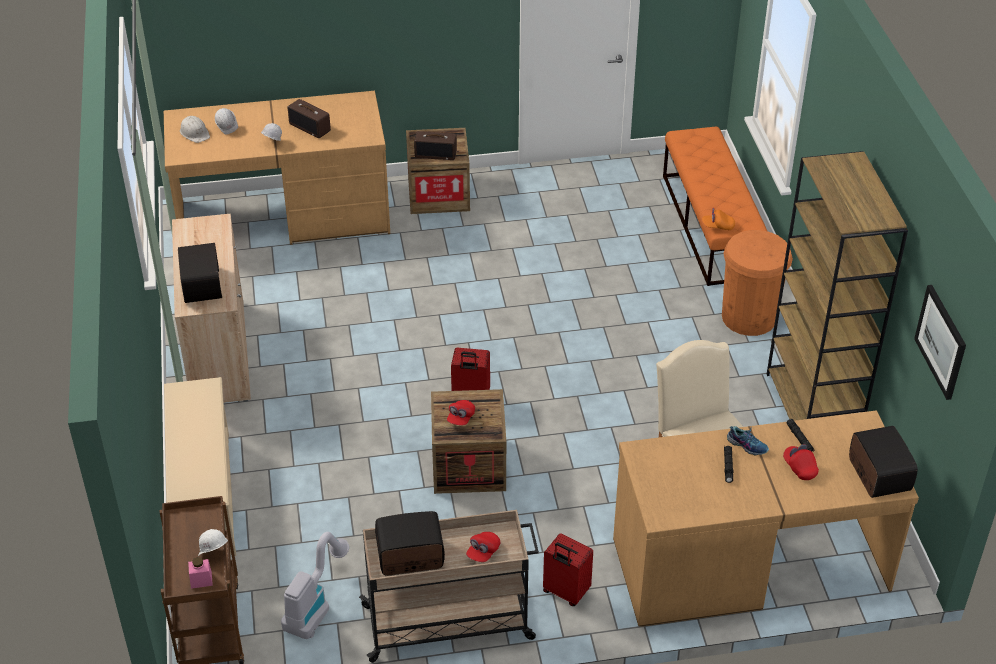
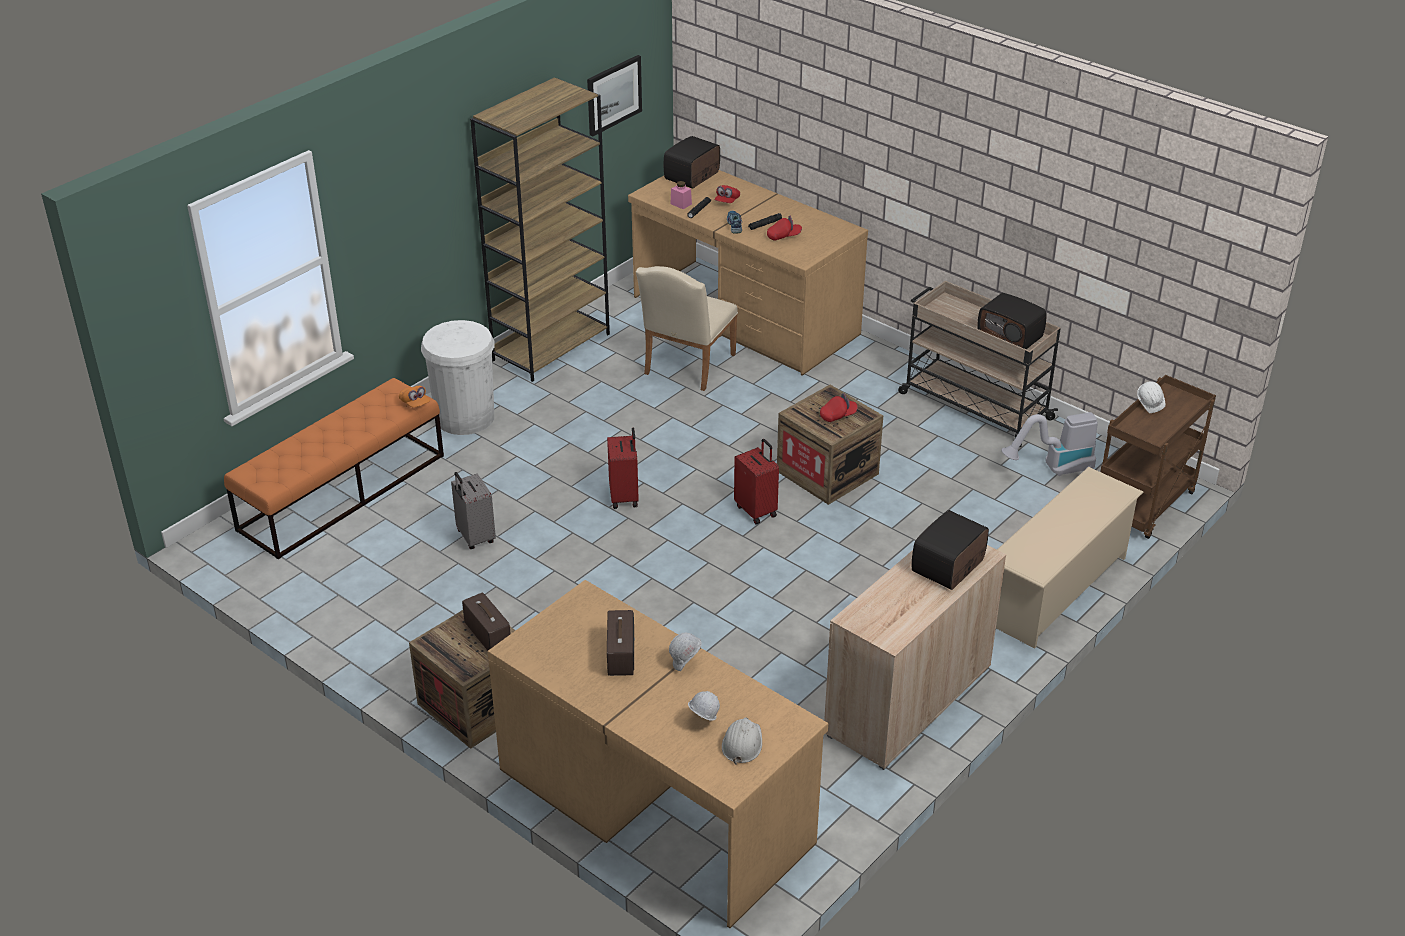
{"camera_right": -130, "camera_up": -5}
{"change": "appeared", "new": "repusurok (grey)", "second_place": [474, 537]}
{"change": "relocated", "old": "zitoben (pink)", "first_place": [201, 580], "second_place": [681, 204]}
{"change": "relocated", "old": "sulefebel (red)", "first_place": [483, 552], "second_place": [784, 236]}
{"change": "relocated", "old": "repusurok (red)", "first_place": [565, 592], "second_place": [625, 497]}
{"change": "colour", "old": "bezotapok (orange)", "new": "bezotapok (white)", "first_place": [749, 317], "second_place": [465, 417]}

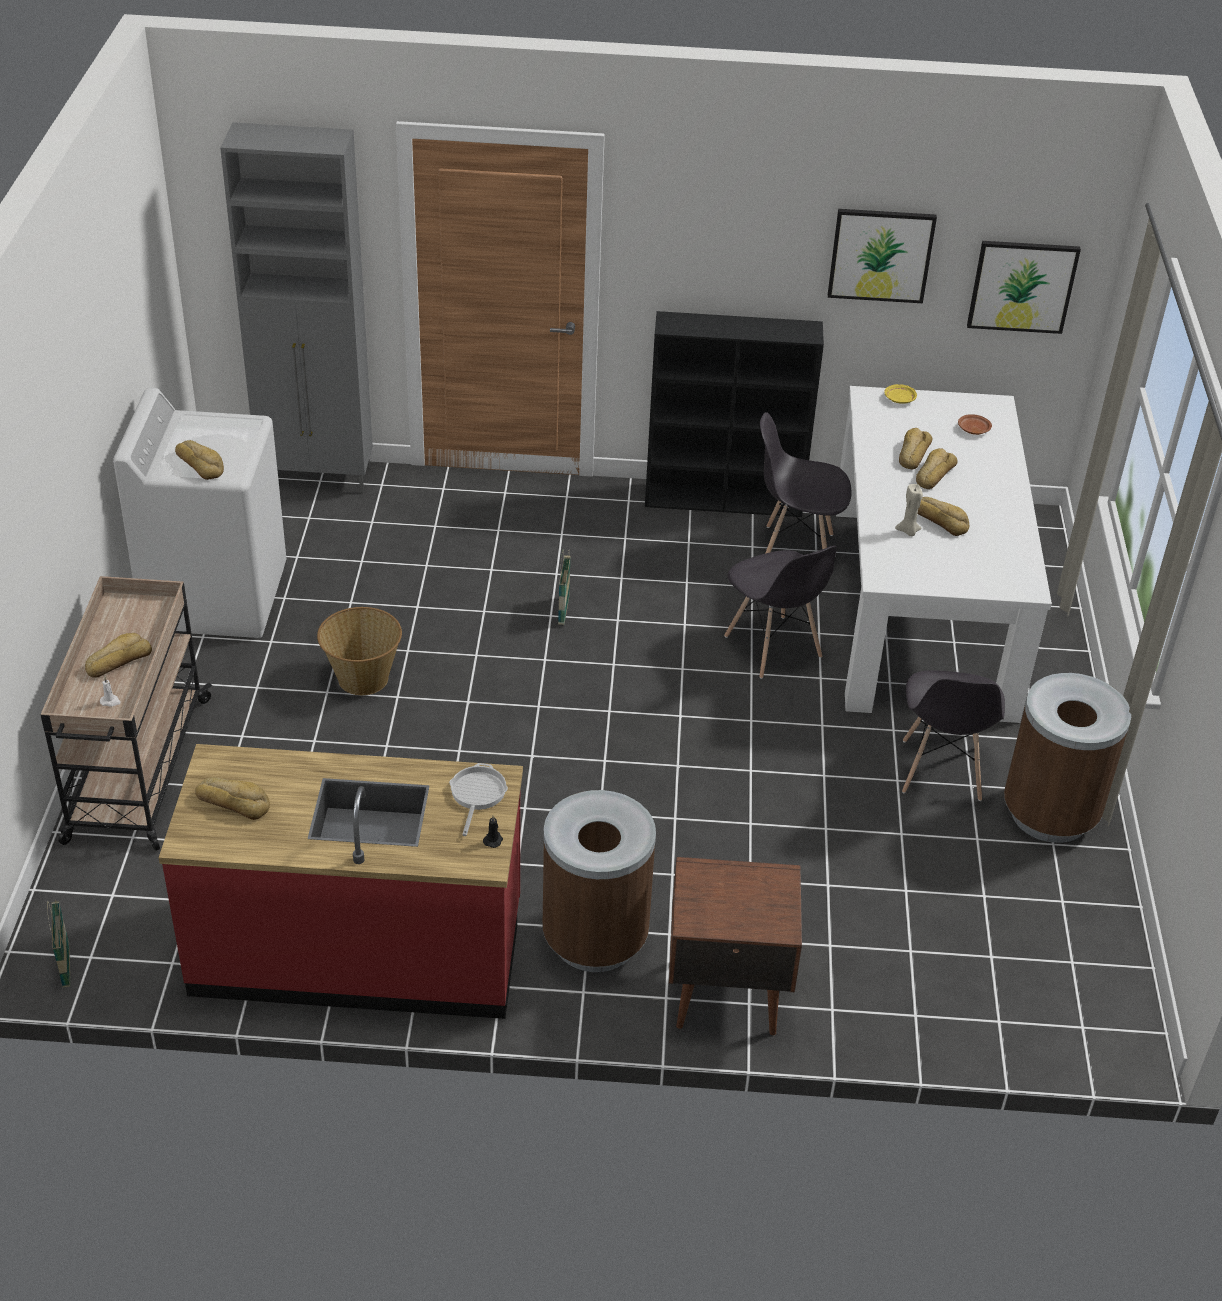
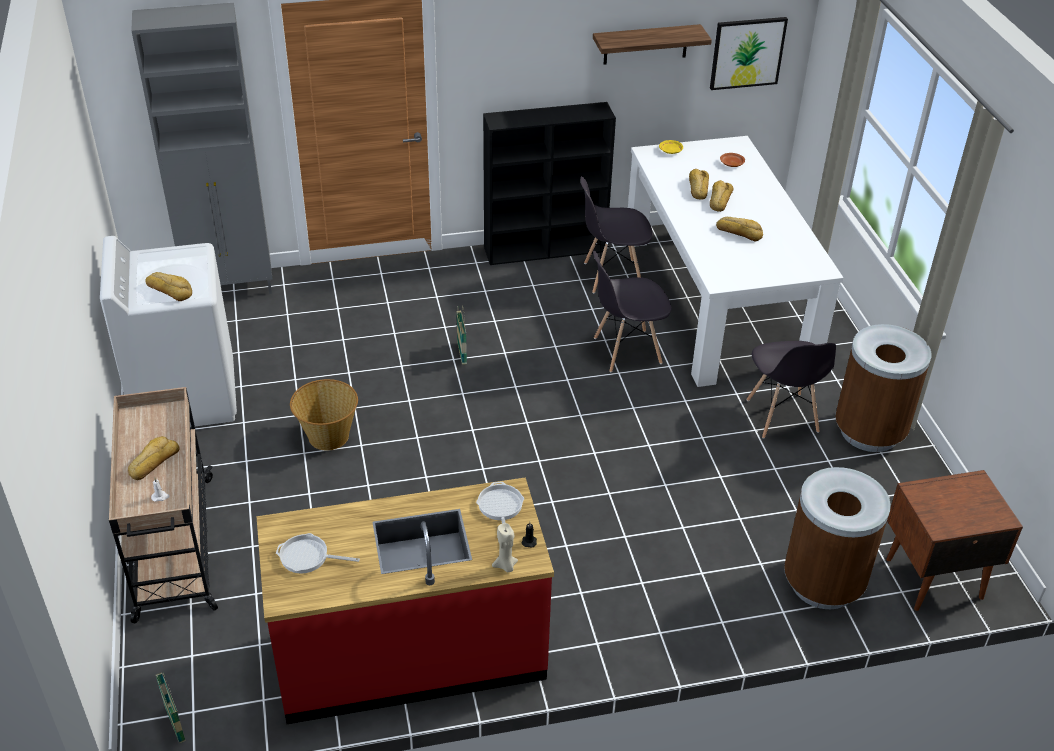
{"camera_right": -15, "camera_up": 0}
{"change": "relocated", "old": "bezotapok (brown)", "first_place": [595, 939], "second_place": [823, 583]}
{"change": "relocated", "old": "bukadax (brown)", "first_place": [724, 993], "second_place": [932, 577]}
{"change": "relocated", "old": "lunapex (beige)", "first_place": [908, 531], "second_place": [505, 566]}
{"change": "exchanged", "old": "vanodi", "new": "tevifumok", "first_place": [234, 802], "second_place": [308, 557]}
{"change": "exchanged", "old": "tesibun", "new": "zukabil", "first_place": [881, 255], "second_place": [645, 44]}
{"change": "spun", "old": "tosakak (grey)", "first_place": [773, 648], "second_place": [626, 351], "degrees": 120}

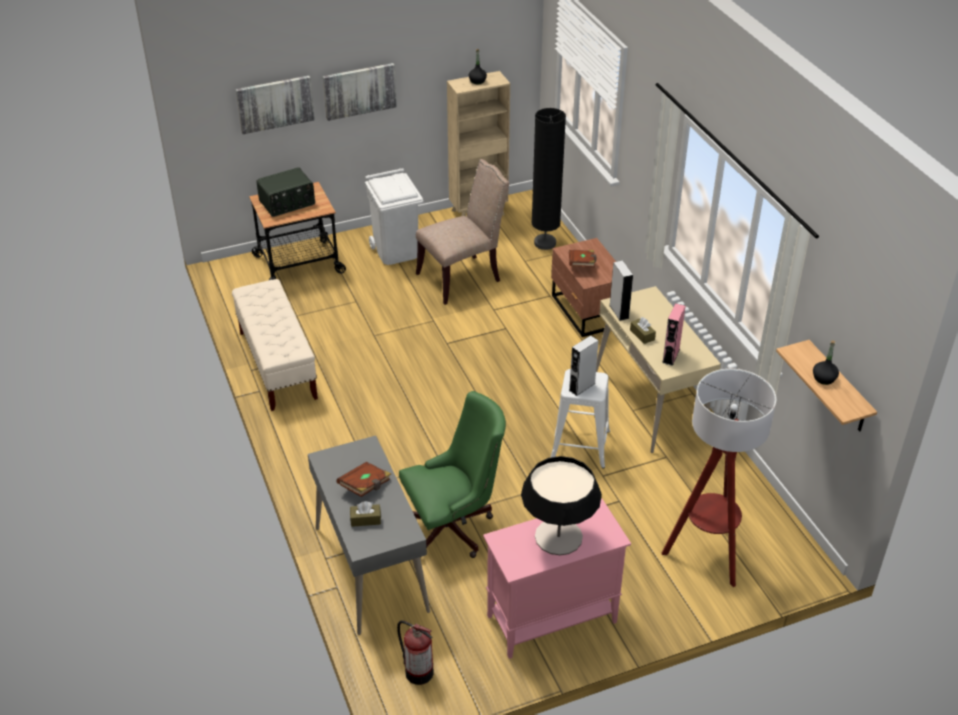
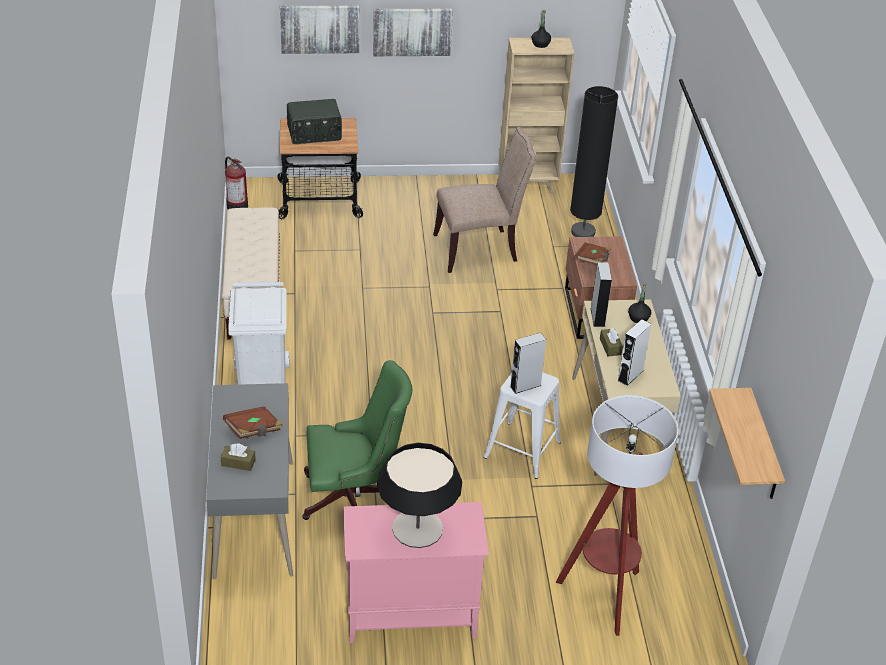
{"camera_right": 15, "camera_up": 0}
{"change": "relocated", "old": "bezotapok (white)", "first_place": [396, 251], "second_place": [262, 378]}
{"change": "relocated", "old": "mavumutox", "first_place": [417, 671], "second_place": [236, 206]}
{"change": "relocated", "old": "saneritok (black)", "first_place": [824, 378], "second_place": [638, 318]}
{"change": "colour", "old": "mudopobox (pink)", "new": "mudopobox (white)", "first_place": [671, 356], "second_place": [630, 375]}

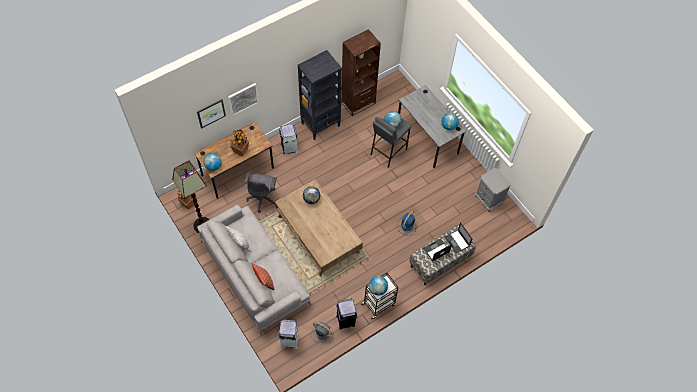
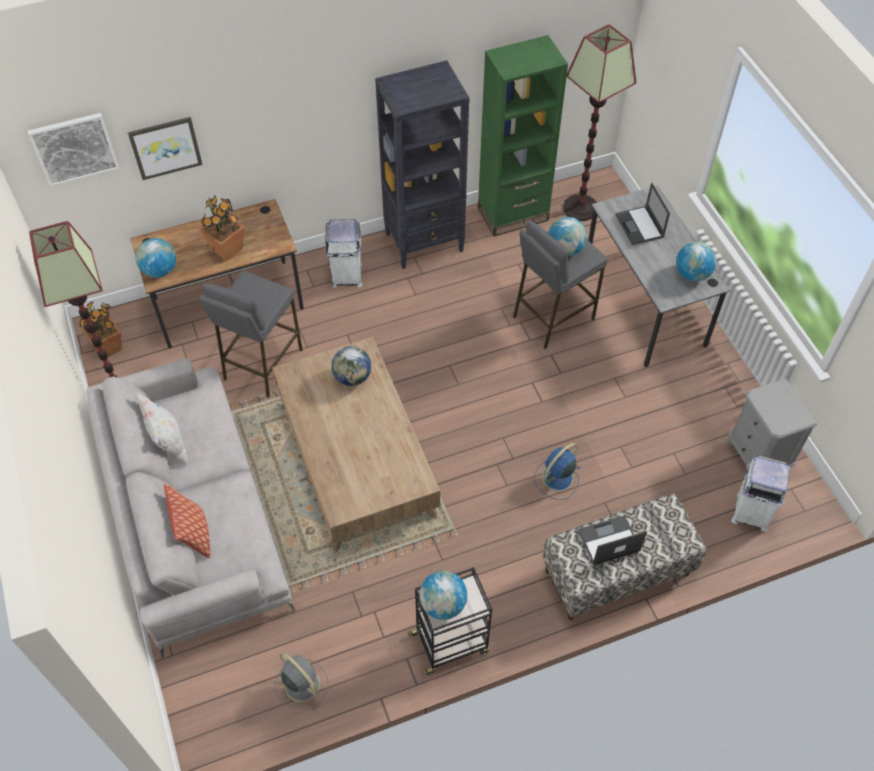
{"camera_right": 15, "camera_up": -5}
{"change": "missing", "old": "bezotapok (blue)", "first_place": [346, 320]}
{"change": "appeared", "new": "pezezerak", "second_place": [581, 208]}
{"change": "relocated", "old": "tesibun", "first_place": [243, 98], "second_place": [74, 148]}
{"change": "relocated", "old": "bezotapok (white)", "first_place": [289, 340], "second_place": [750, 512]}
{"change": "relocated", "old": "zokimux", "first_place": [457, 241], "second_place": [640, 226]}
{"change": "exchanged", "old": "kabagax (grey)", "new": "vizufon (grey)", "first_place": [263, 198], "second_place": [262, 364]}
{"change": "colour", "old": "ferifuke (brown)", "new": "ferifuke (green)", "first_place": [358, 103], "second_place": [513, 214]}

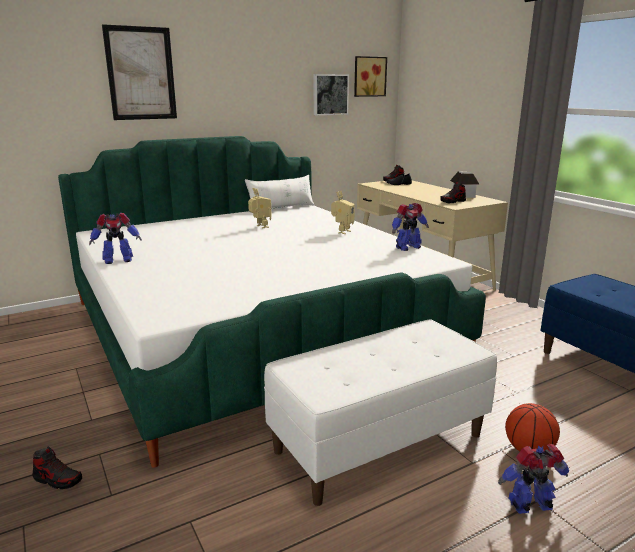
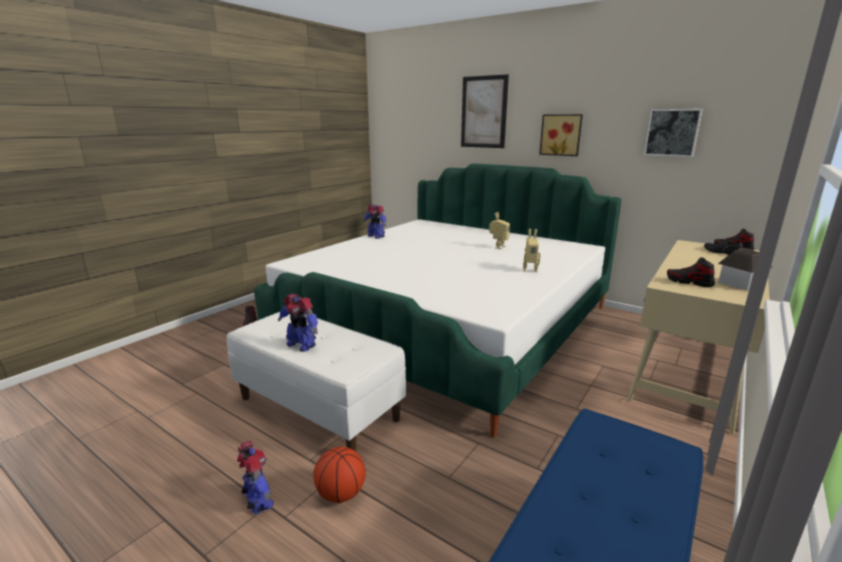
{"camera_right": 65, "camera_up": 0}
{"change": "missing", "old": "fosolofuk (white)", "first_place": [281, 208]}
{"change": "relocated", "old": "tesibun", "first_place": [369, 76], "second_place": [561, 135]}
{"change": "relocated", "old": "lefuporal", "first_place": [407, 247], "second_place": [301, 345]}

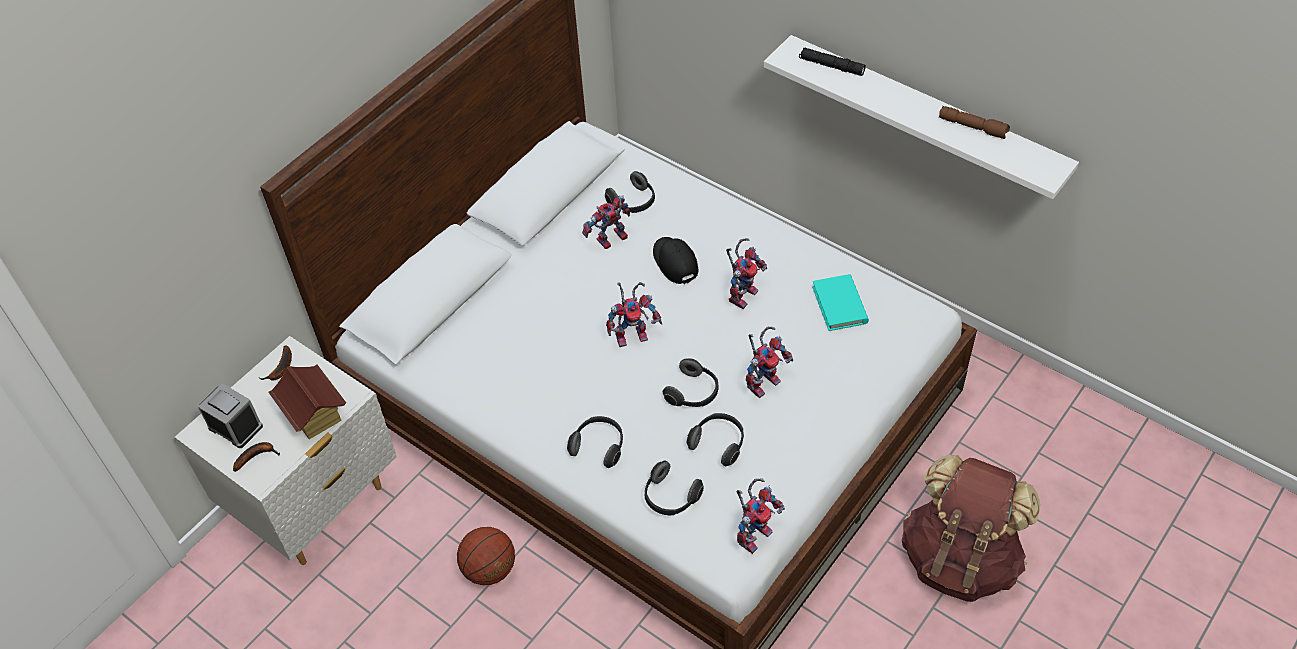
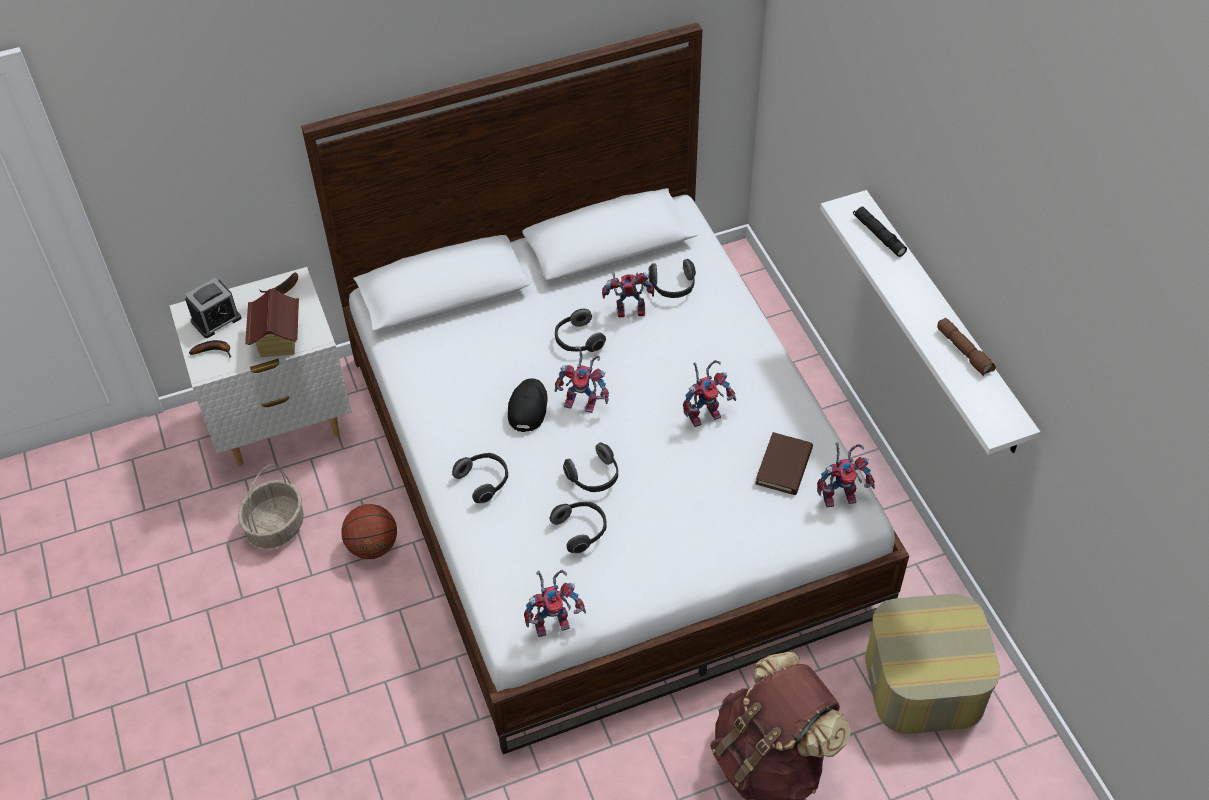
{"camera_right": 30, "camera_up": 0}
{"change": "appeared", "new": "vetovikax", "second_place": [276, 527]}
{"change": "appeared", "new": "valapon", "second_place": [924, 681]}
{"change": "relocated", "old": "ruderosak", "first_place": [670, 498], "second_place": [578, 340]}
{"change": "relocated", "old": "sulefebel (black)", "first_place": [675, 262], "second_place": [527, 407]}
{"change": "relocated", "old": "lefuporal", "first_place": [764, 381], "second_place": [841, 494]}
{"change": "colour", "old": "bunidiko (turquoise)", "new": "bunidiko (brown)", "first_place": [839, 305], "second_place": [784, 466]}
{"change": "spun", "old": "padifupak", "first_place": [235, 427], "second_place": [216, 320], "degrees": 75}

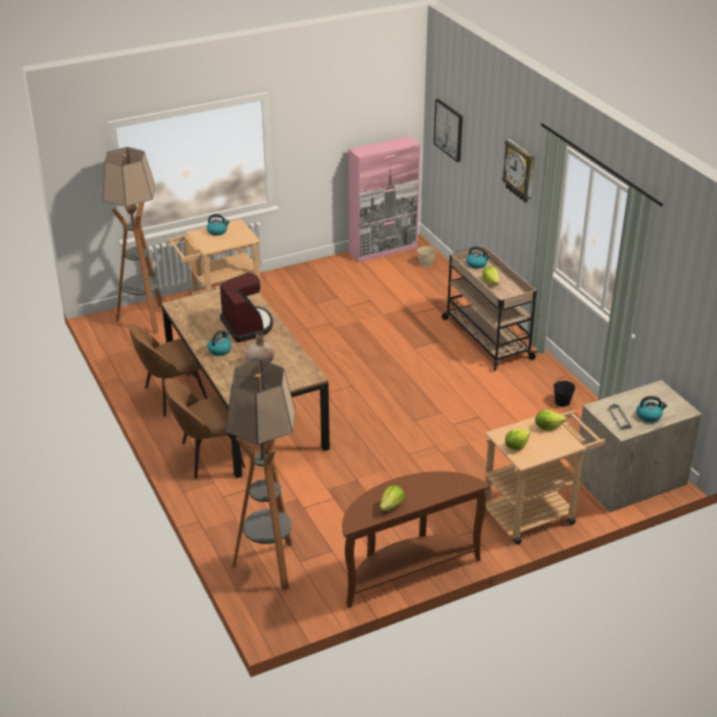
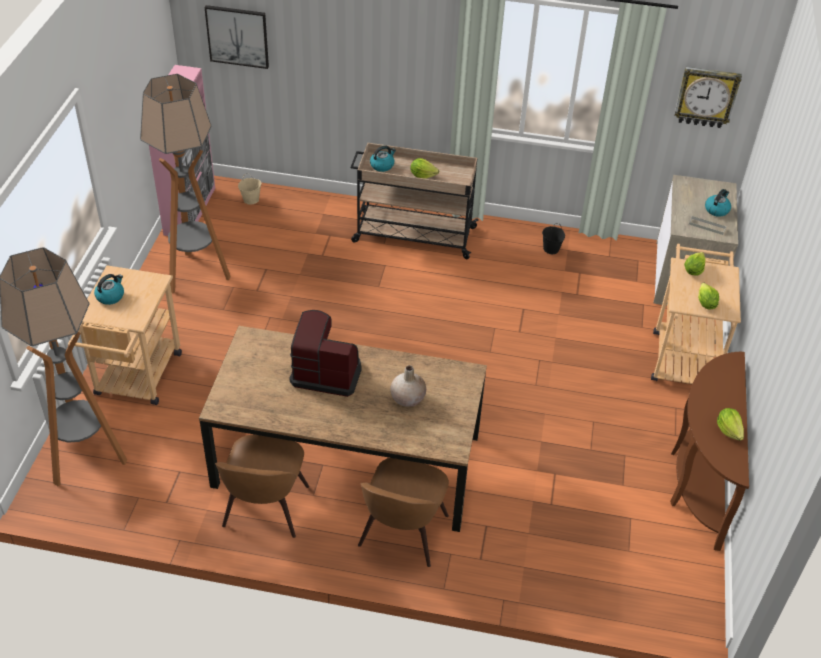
{"camera_right": -55, "camera_up": 10}
{"change": "missing", "old": "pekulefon", "first_place": [219, 350]}
{"change": "relocated", "old": "pezezerak", "first_place": [269, 565], "second_place": [196, 274]}
{"change": "relocated", "old": "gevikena", "first_place": [520, 171], "second_place": [706, 97]}

